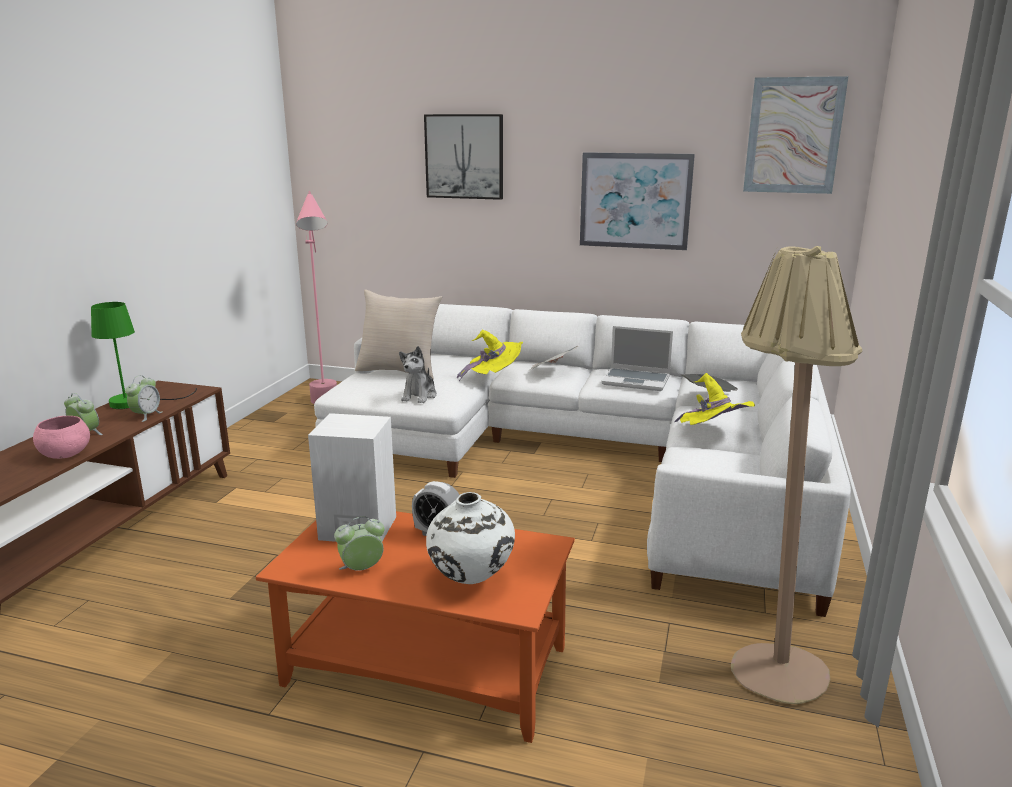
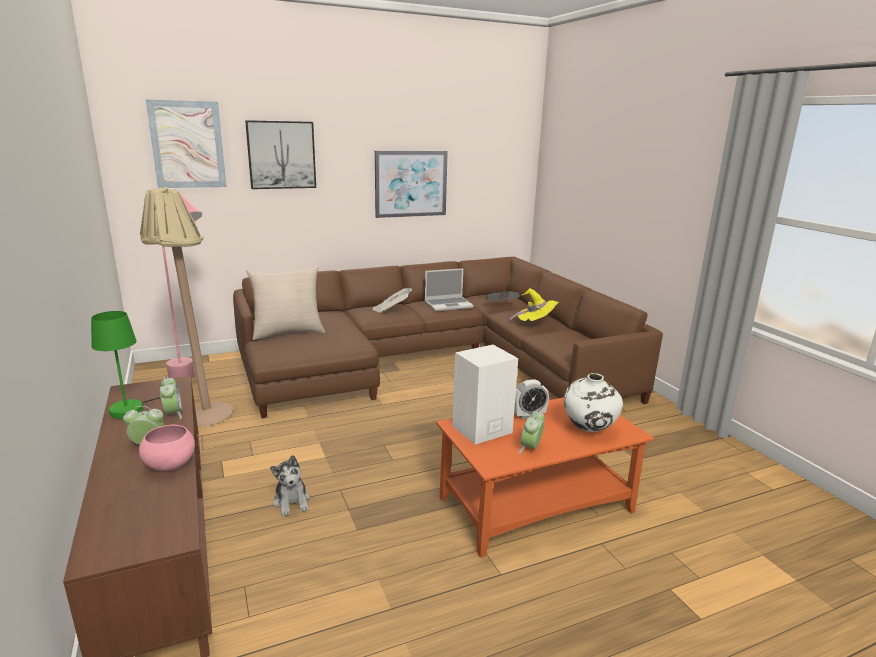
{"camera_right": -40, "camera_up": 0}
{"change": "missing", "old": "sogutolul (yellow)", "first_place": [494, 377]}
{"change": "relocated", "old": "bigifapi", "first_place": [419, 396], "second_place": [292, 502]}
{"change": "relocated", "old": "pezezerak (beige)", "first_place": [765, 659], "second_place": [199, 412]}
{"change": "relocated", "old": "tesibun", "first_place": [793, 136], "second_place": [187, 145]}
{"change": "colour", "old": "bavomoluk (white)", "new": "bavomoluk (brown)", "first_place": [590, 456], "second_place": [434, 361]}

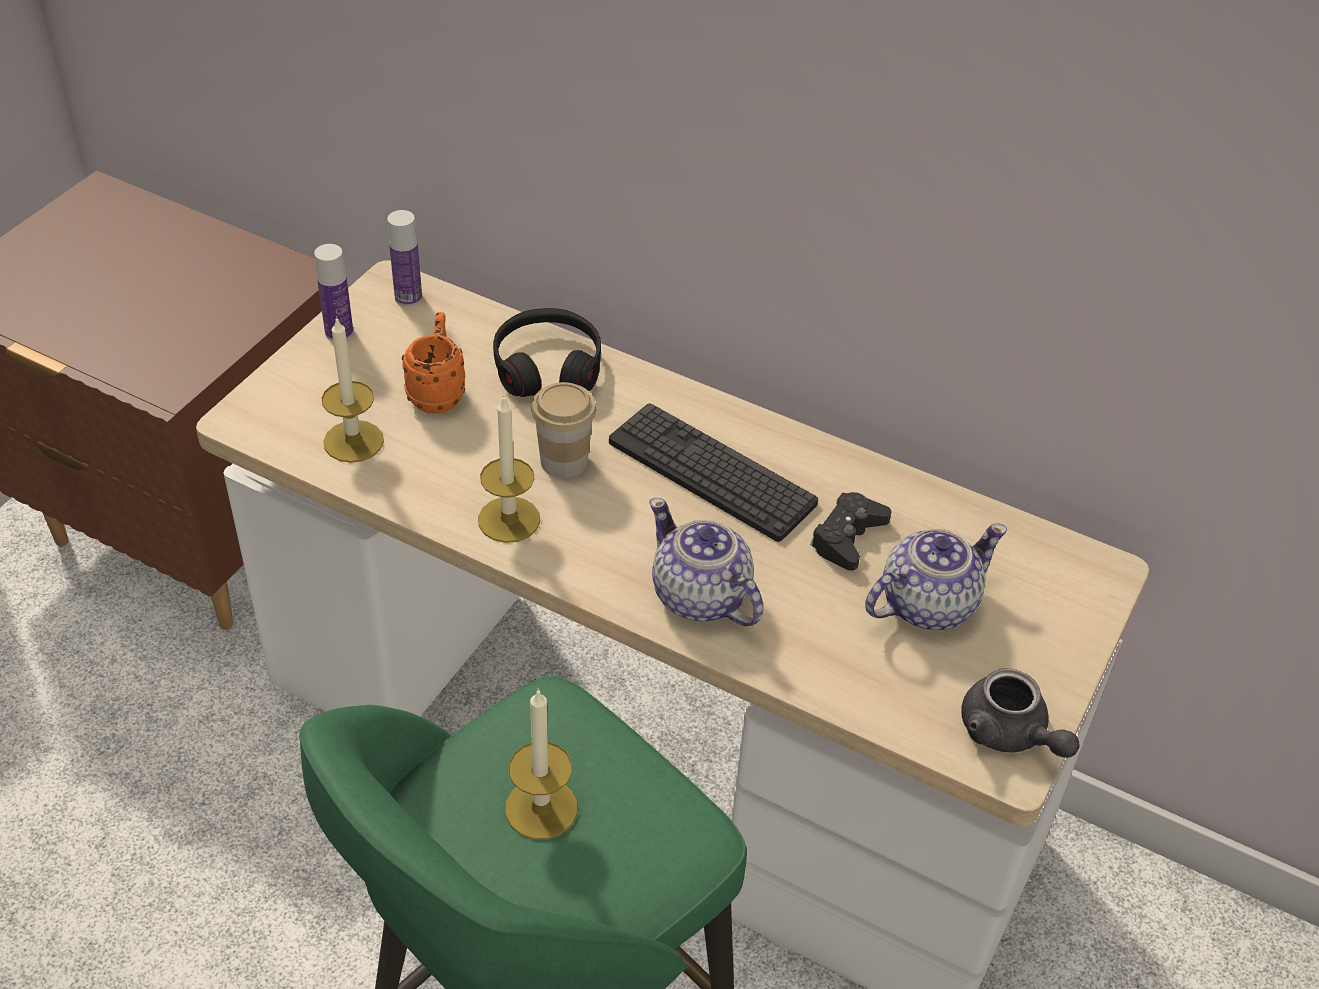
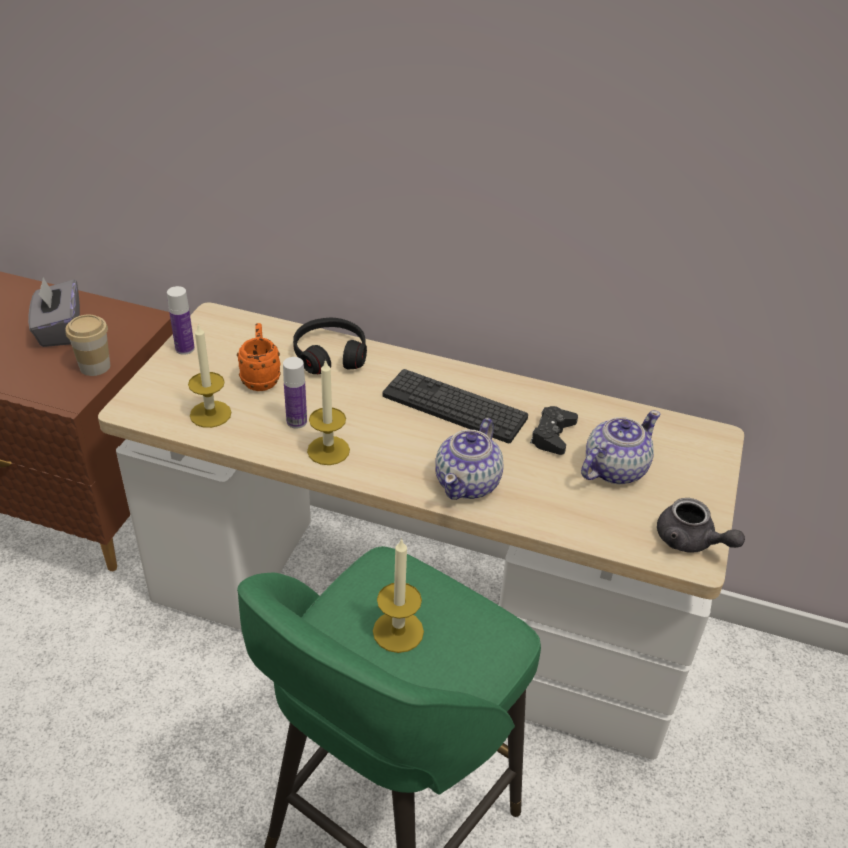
{"camera_right": -10, "camera_up": -5}
{"change": "appeared", "new": "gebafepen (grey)", "second_place": [59, 330]}
{"change": "relocated", "old": "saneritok", "first_place": [408, 298], "second_place": [296, 421]}
{"change": "relocated", "old": "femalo", "first_place": [564, 461], "second_place": [95, 366]}
{"change": "spun", "old": "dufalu", "first_place": [700, 597], "second_place": [468, 483], "degrees": -105}

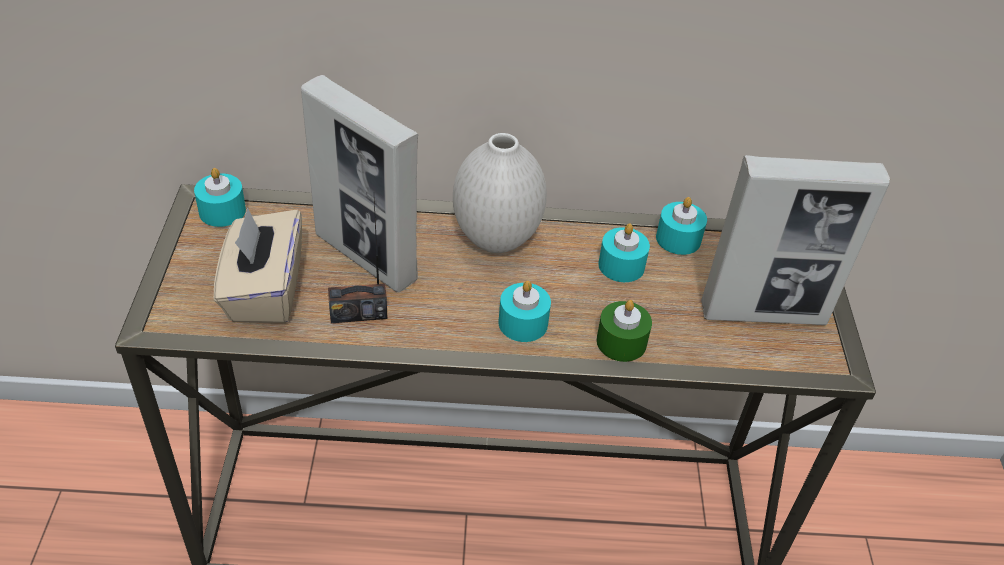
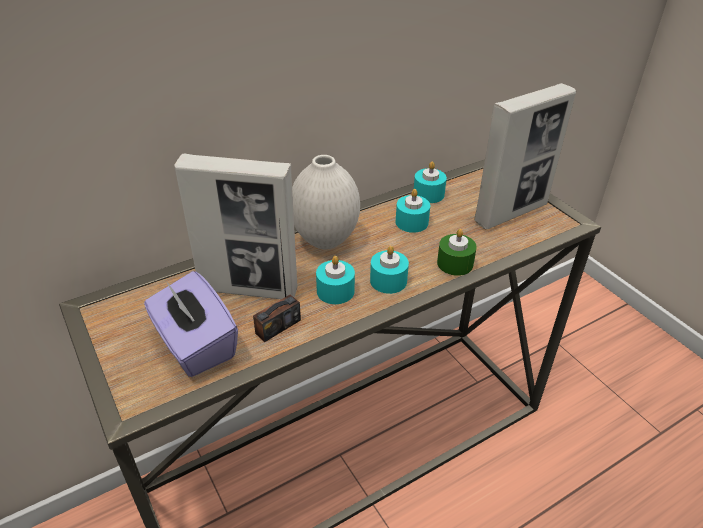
{"camera_right": -30, "camera_up": -5}
{"change": "relocated", "old": "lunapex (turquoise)", "first_place": [222, 211], "second_place": [335, 291]}
{"change": "colour", "old": "gebafepen (beige)", "new": "gebafepen (purple)", "first_place": [264, 291], "second_place": [195, 345]}

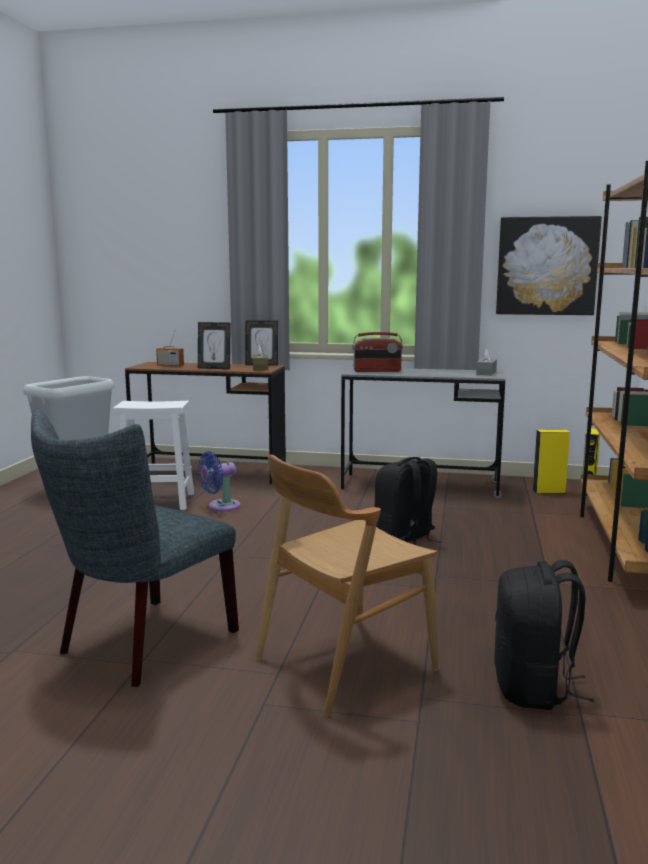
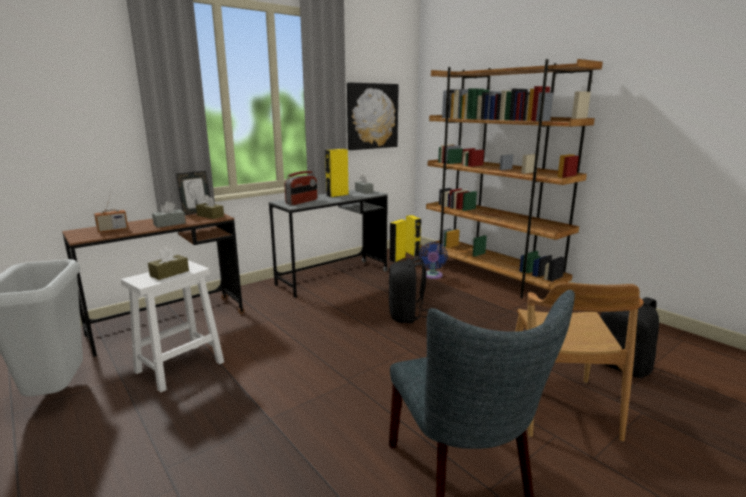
{"camera_right": -50, "camera_up": 5}
{"change": "appeared", "new": "gebafepen (brown)", "second_place": [169, 273]}
{"change": "appeared", "new": "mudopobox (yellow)", "second_place": [337, 195]}
{"change": "relocated", "old": "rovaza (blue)", "first_place": [220, 506], "second_place": [432, 276]}
{"change": "exchanged", "old": "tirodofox", "new": "gebafepen (grey)", "first_place": [214, 368], "second_place": [169, 224]}

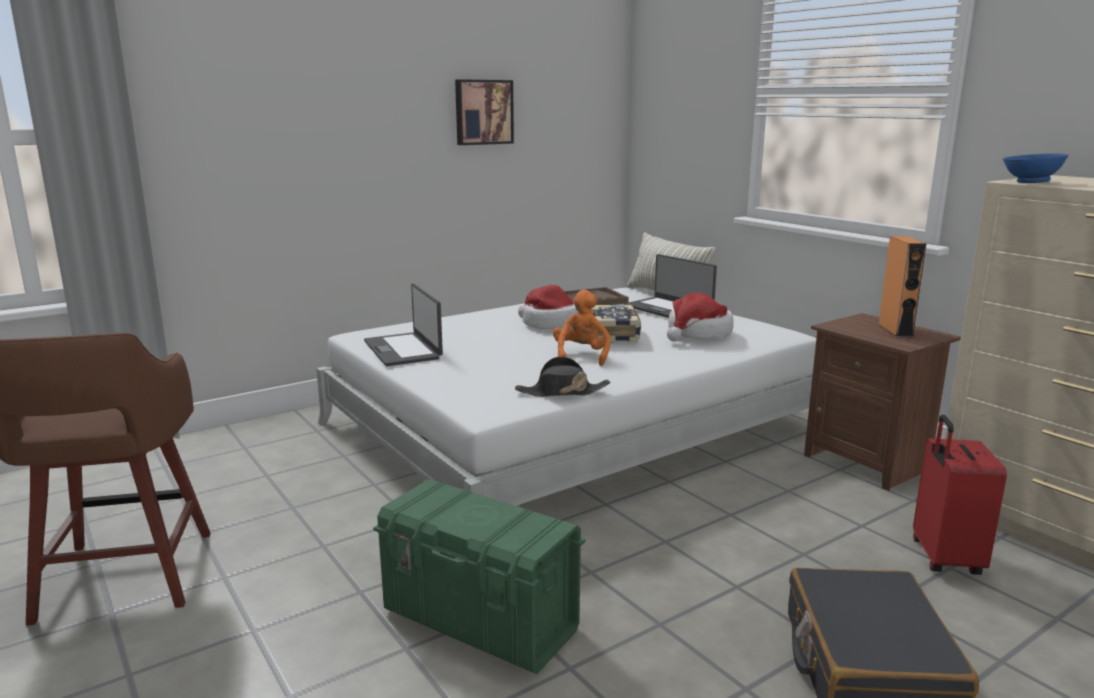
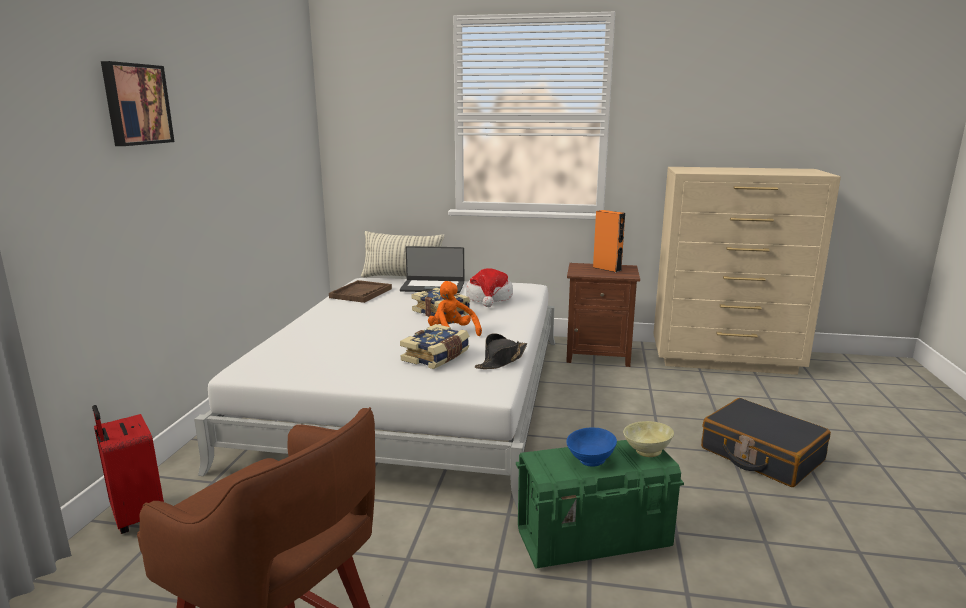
{"camera_right": -45, "camera_up": 0}
{"change": "missing", "old": "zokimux", "first_place": [403, 350]}
{"change": "missing", "old": "sogutolul", "first_place": [550, 324]}
{"change": "appeared", "new": "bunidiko", "second_place": [437, 357]}
{"change": "appeared", "new": "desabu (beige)", "second_place": [646, 451]}
{"change": "relocated", "old": "tesibun", "first_place": [483, 112], "second_place": [136, 104]}
{"change": "relocated", "old": "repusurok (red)", "first_place": [944, 558], "second_place": [136, 516]}
{"change": "relocated", "old": "desabu (blue)", "first_place": [1030, 182], "second_place": [589, 460]}

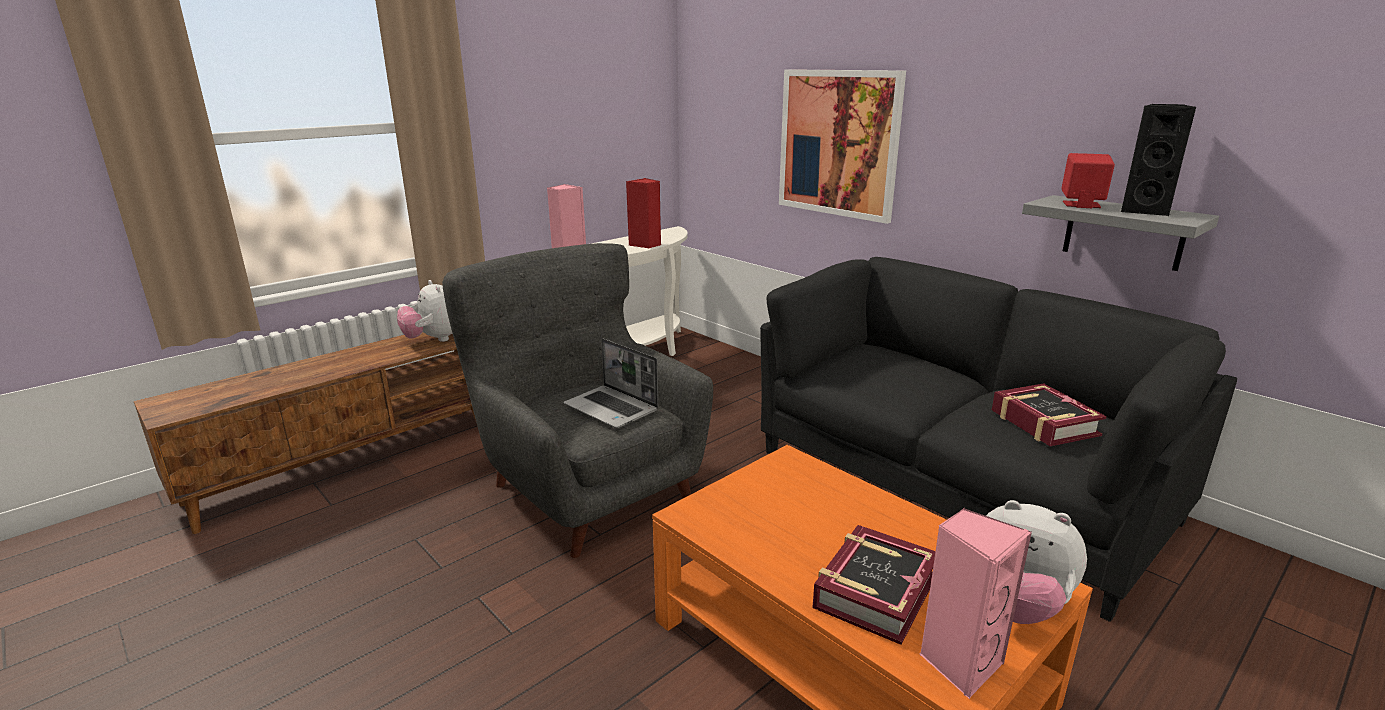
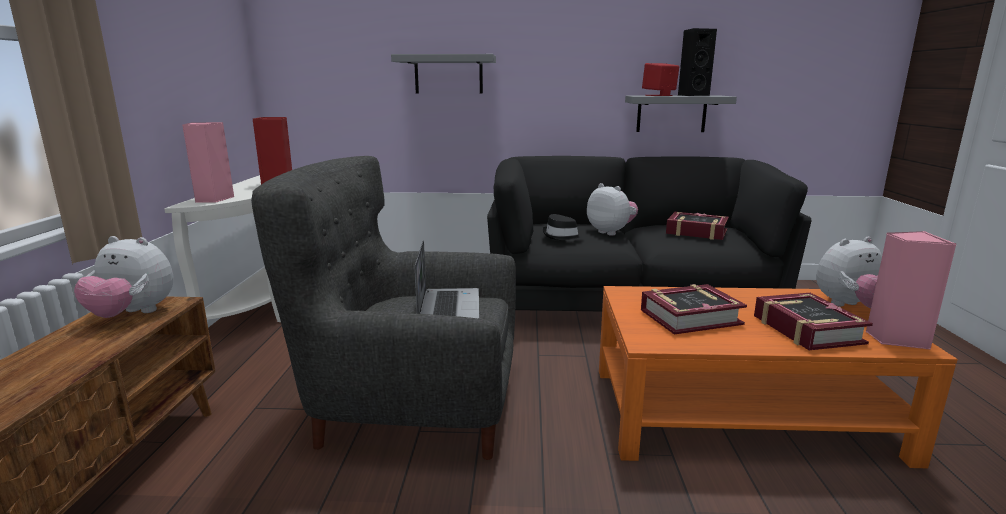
{"camera_right": -45, "camera_up": -5}
{"change": "appeared", "new": "sogutolul (black)", "second_place": [562, 236]}
{"change": "appeared", "new": "bigifapi", "second_place": [611, 232]}
{"change": "appeared", "new": "bunidiko", "second_place": [690, 317]}
{"change": "exchanged", "old": "tesibun", "new": "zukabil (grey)", "first_place": [838, 143], "second_place": [448, 74]}
{"change": "spun", "old": "zokimux", "first_place": [612, 408], "second_place": [448, 306], "degrees": -90}

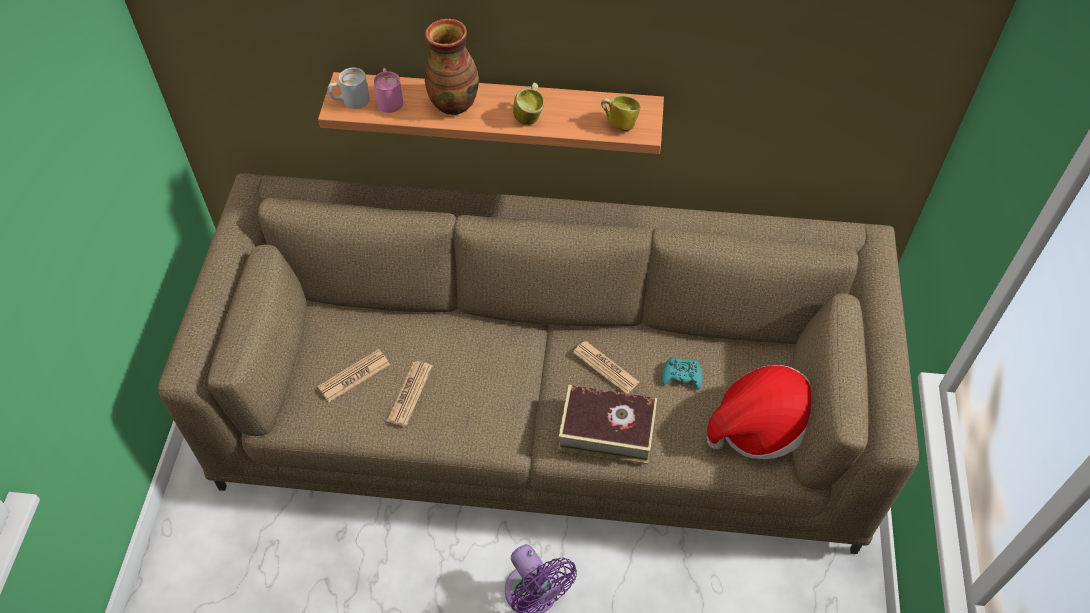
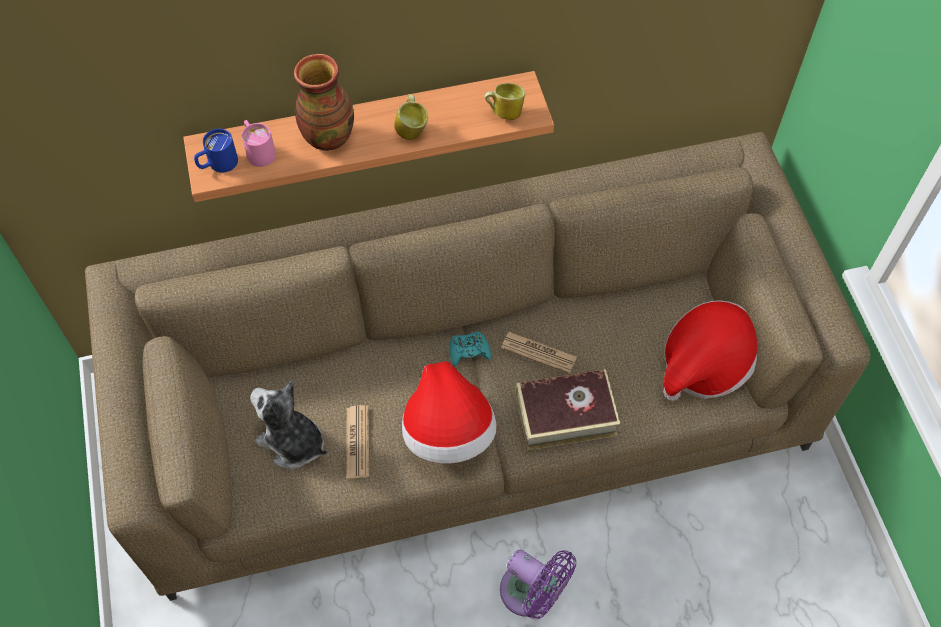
{"camera_right": -20, "camera_up": 5}
{"change": "appeared", "new": "sogutolul", "second_place": [448, 432]}
{"change": "relocated", "old": "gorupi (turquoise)", "first_place": [681, 376], "second_place": [469, 351]}
{"change": "exchanged", "old": "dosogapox", "new": "bigifapi", "first_place": [354, 376], "second_place": [292, 442]}
{"change": "colour", "old": "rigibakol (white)", "new": "rigibakol (blue)", "first_place": [350, 101], "second_place": [217, 164]}

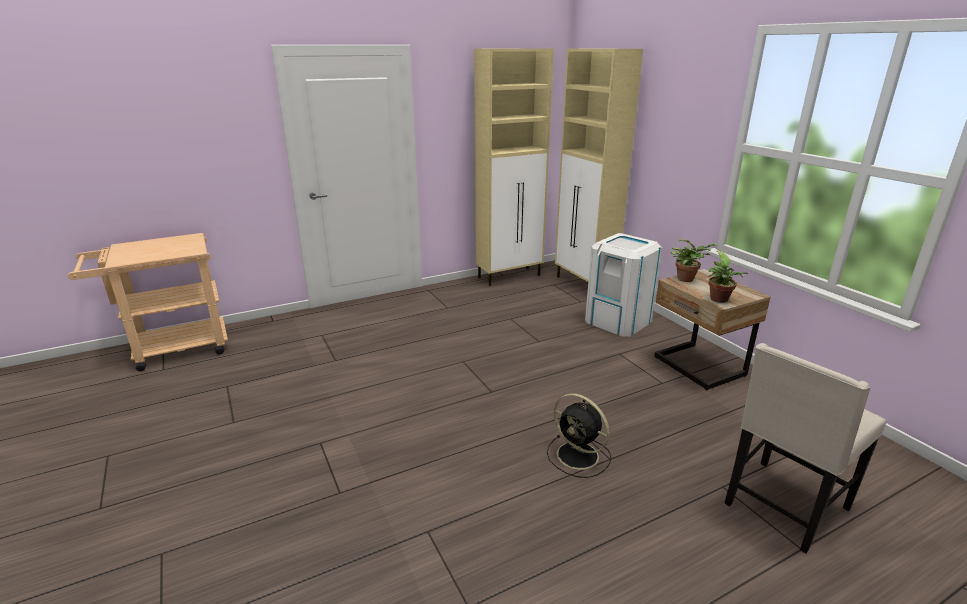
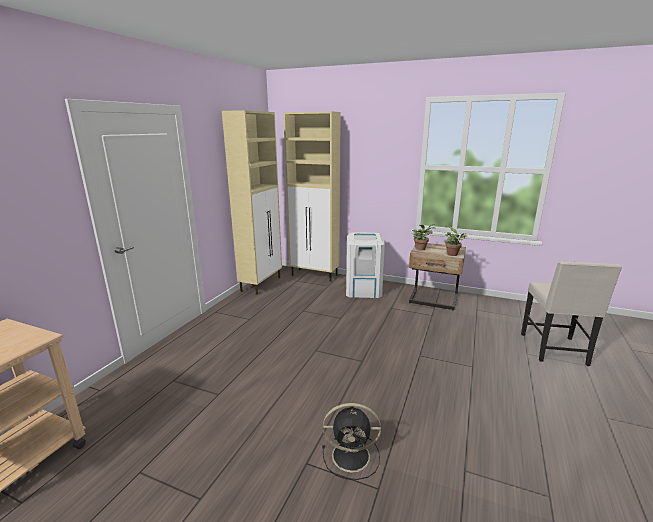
{"camera_right": -40, "camera_up": -5}
{"change": "relocated", "old": "rovaza (black)", "first_place": [579, 456], "second_place": [352, 456]}

